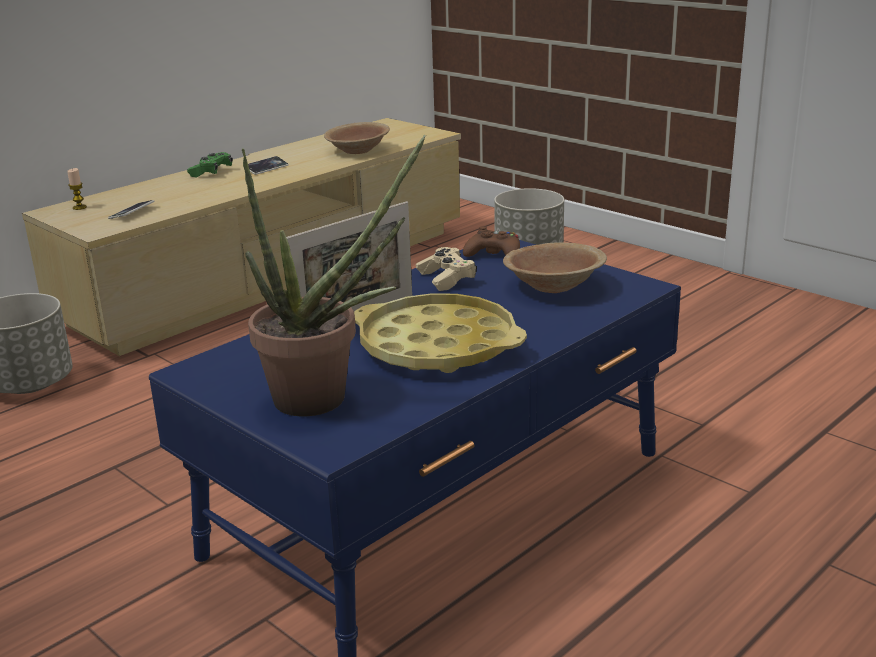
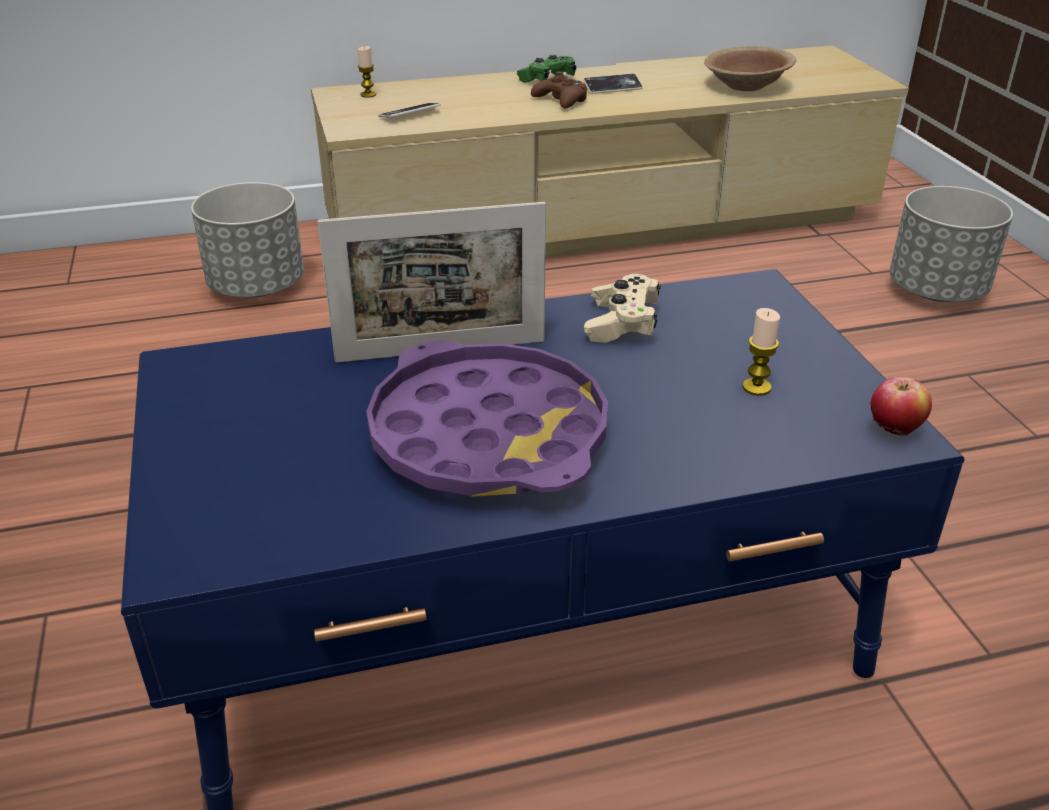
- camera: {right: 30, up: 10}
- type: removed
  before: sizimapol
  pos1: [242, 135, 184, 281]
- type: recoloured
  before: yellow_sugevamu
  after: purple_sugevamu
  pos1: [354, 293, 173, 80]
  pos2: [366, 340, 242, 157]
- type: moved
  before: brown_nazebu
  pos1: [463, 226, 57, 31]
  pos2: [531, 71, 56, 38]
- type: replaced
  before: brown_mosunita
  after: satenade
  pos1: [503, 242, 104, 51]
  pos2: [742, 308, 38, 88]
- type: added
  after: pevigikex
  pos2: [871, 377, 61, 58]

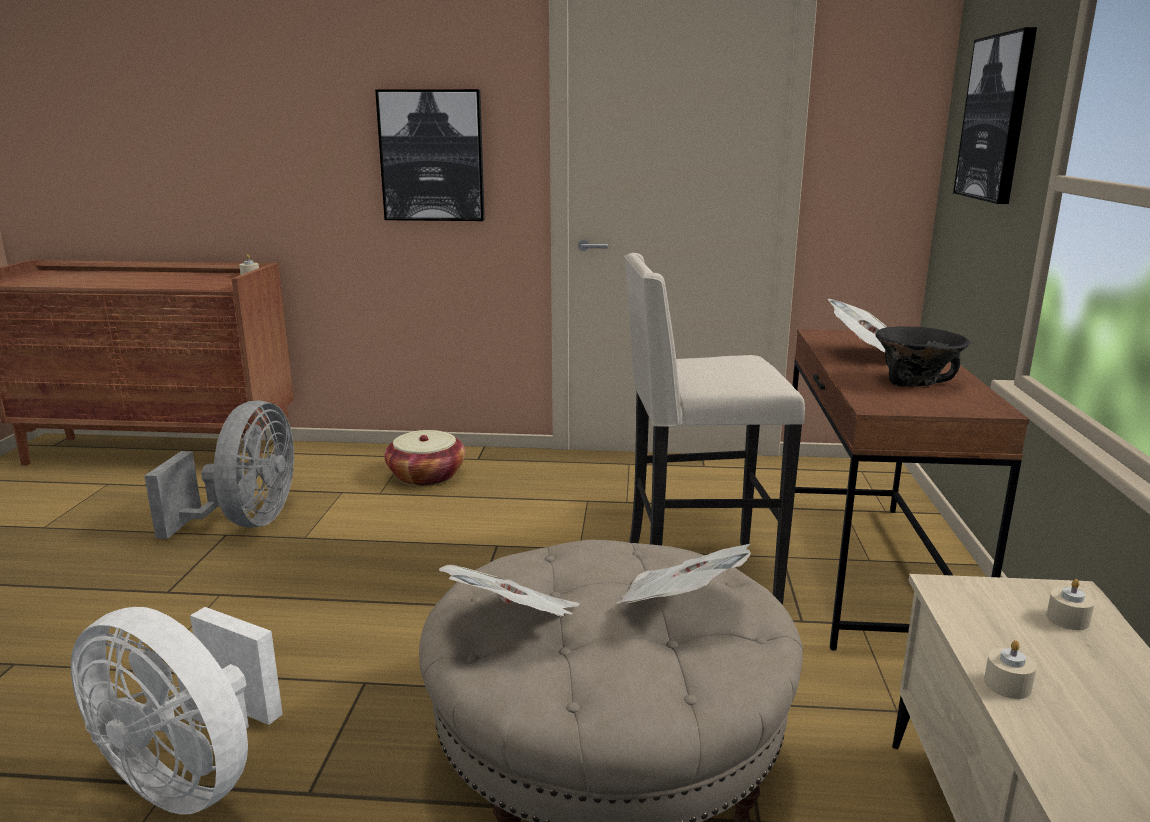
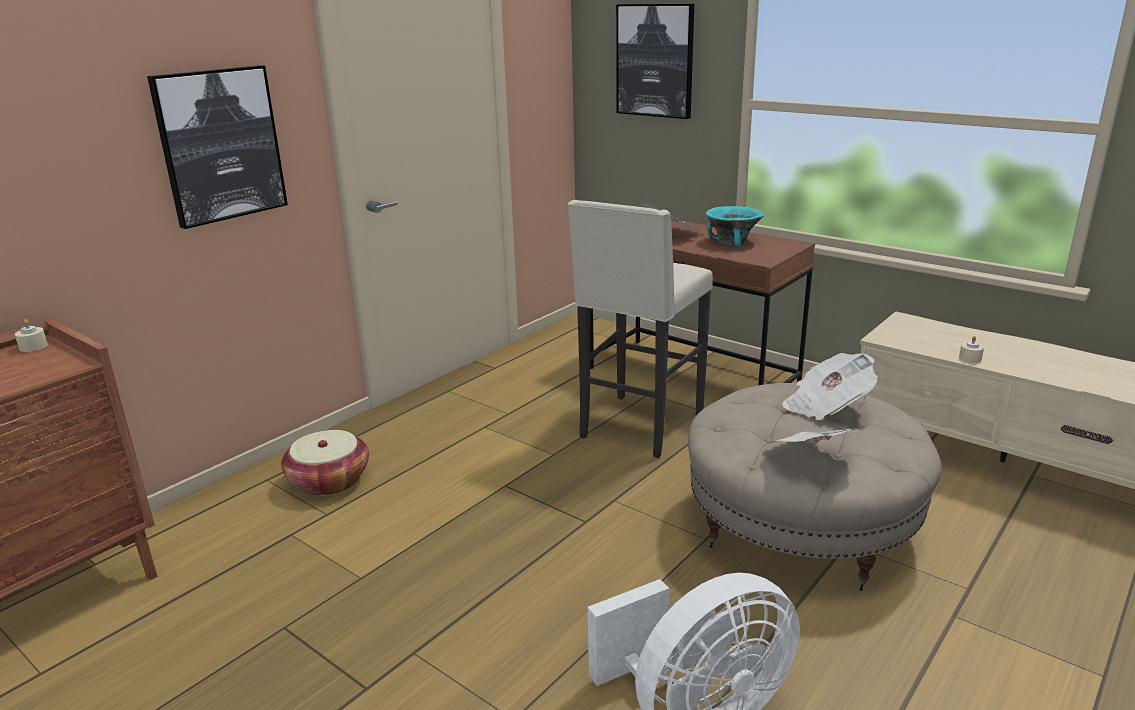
- camera: {right: -55, up: 5}
- type: removed
  before: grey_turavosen
  pos1: [144, 400, 150, 139]
- type: recoloured
  before: black_mosunita
  after: turquoise_mosunita
  pos1: [876, 326, 95, 61]
  pos2: [706, 206, 58, 41]
- type: removed
  before: beige_satenade
  pos1: [1046, 579, 49, 51]

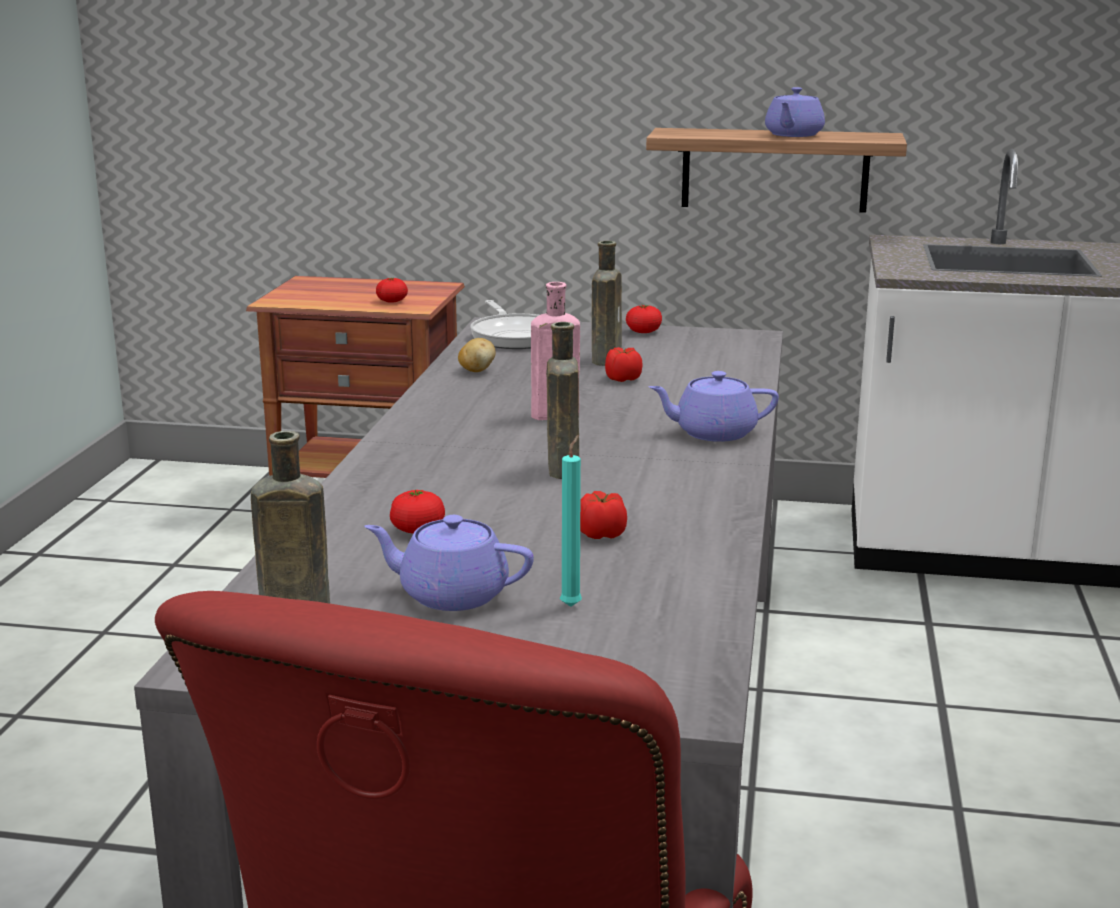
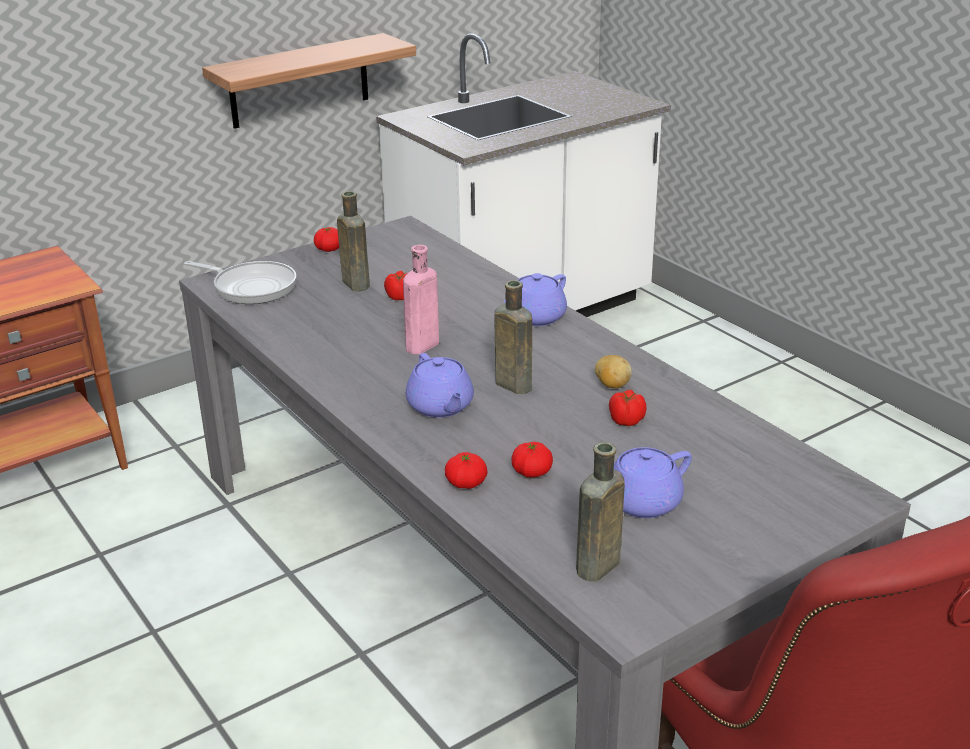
- camera: {right: -45, up: 10}
- type: moved
  before: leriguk
  pos1: [376, 277, 32, 26]
  pos2: [445, 452, 42, 37]
- type: moved
  before: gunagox
  pos1: [458, 338, 37, 34]
  pos2: [595, 355, 37, 33]
- type: removed
  before: turquoise_satenade
  pos1: [560, 435, 22, 172]
- type: moved
  before: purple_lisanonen
  pos1: [765, 87, 60, 50]
  pos2: [406, 353, 68, 65]

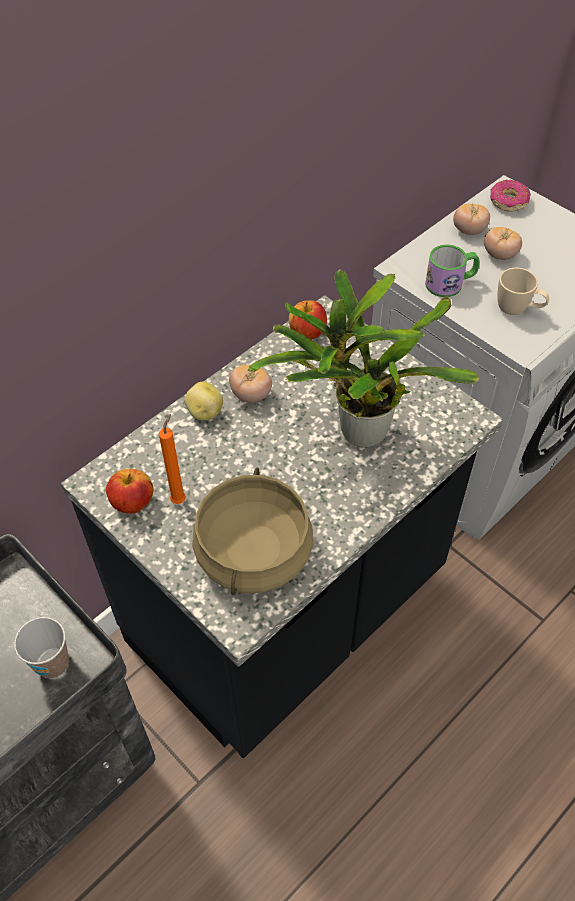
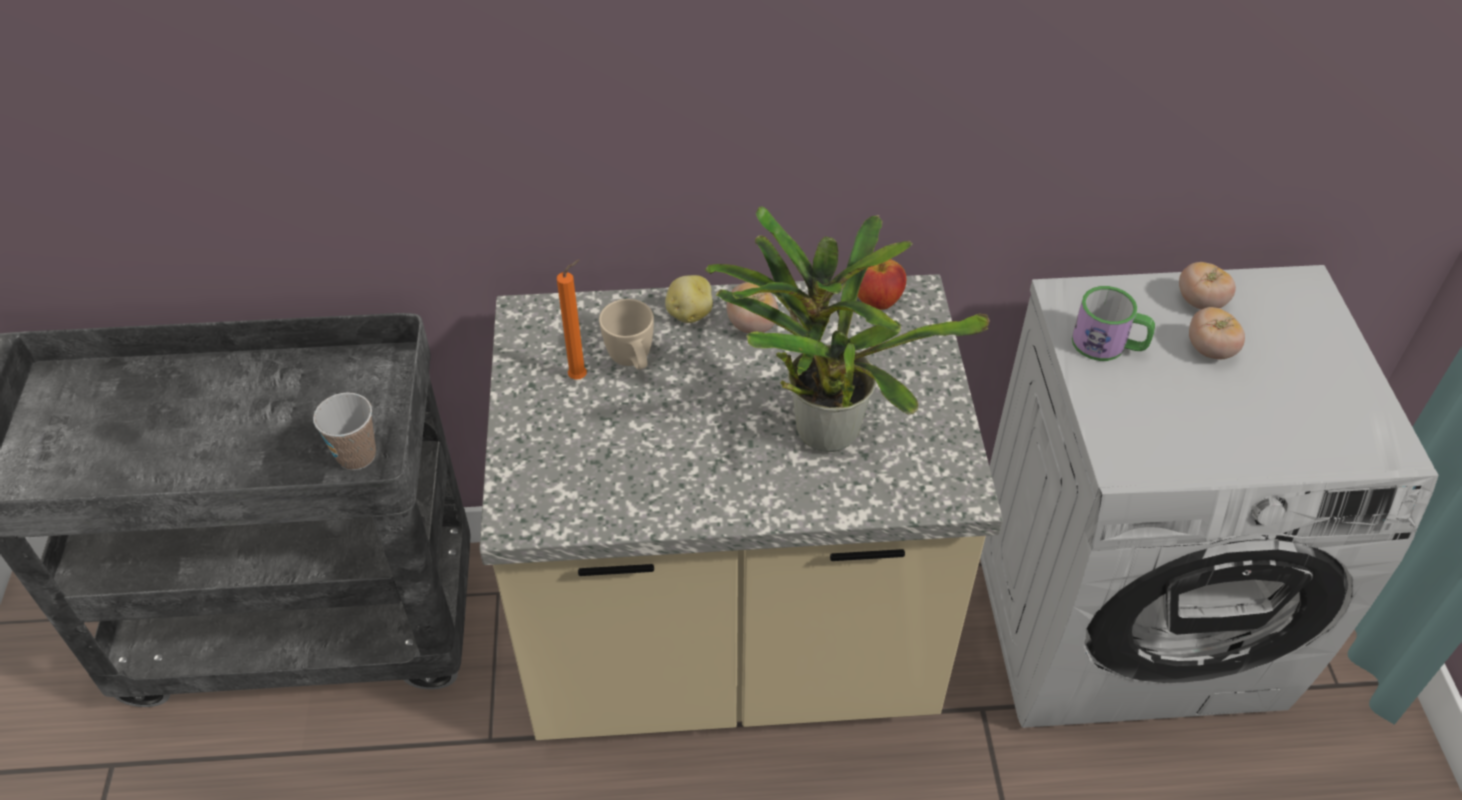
- camera: {right: 40, up: -5}
- type: recoloured
  before: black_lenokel
  after: beige_lenokel
  pos1: [61, 295, 442, 463]
  pos2: [479, 274, 524, 466]
- type: removed
  before: pevigikex
  pos1: [106, 469, 47, 45]
- type: removed
  before: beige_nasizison
  pos1: [192, 467, 121, 128]
- type: removed
  before: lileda
  pos1: [490, 180, 41, 32]
- type: moved
  before: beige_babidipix
  pos1: [498, 268, 51, 47]
  pos2: [599, 299, 55, 70]

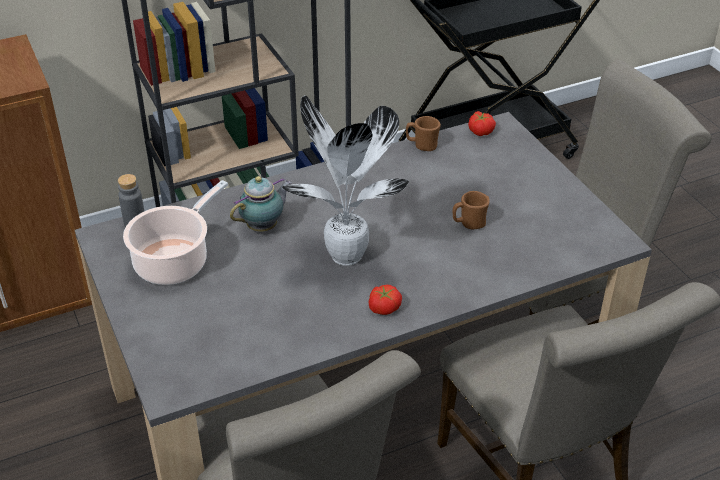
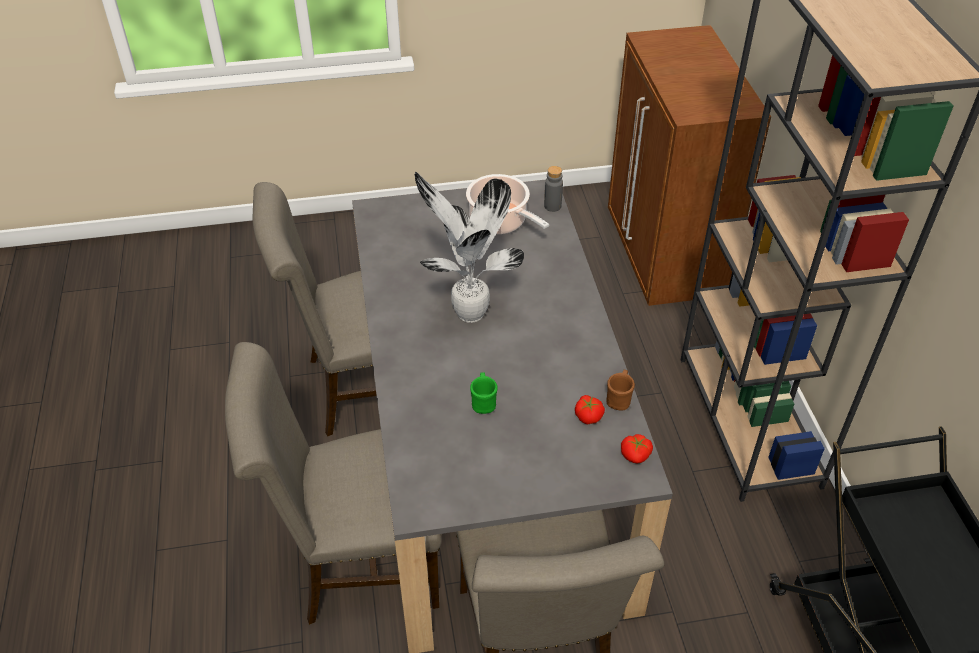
- camera: {right: 105, up: 5}
- type: removed
  before: lisanonen
  pos1: [230, 176, 62, 56]
- type: moved
  before: leriguk
  pos1: [369, 285, 33, 30]
  pos2: [575, 395, 30, 30]
- type: recoloured
  before: brown_babidipix
  after: green_babidipix
  pos1: [453, 191, 36, 38]
  pos2: [470, 372, 28, 42]

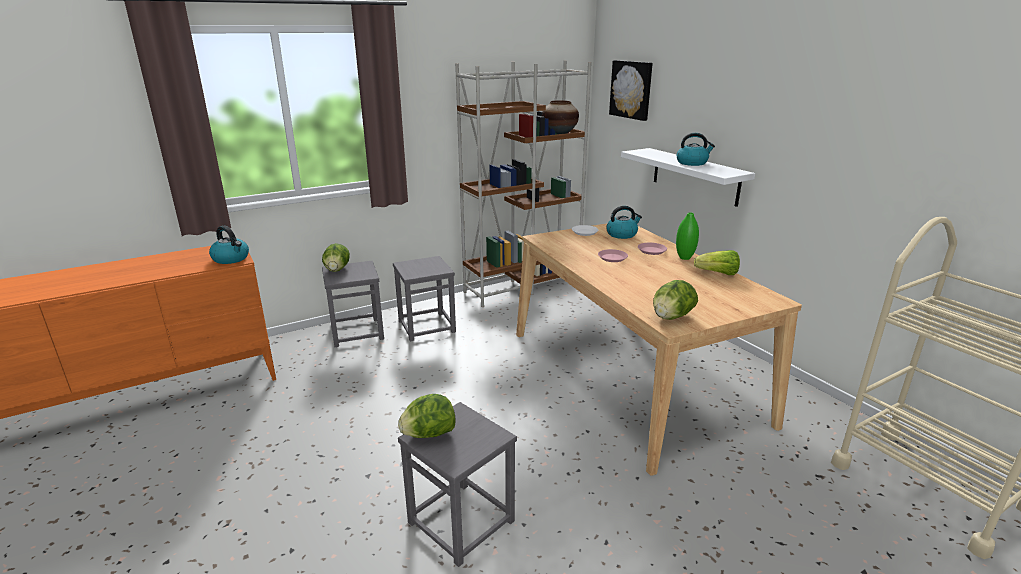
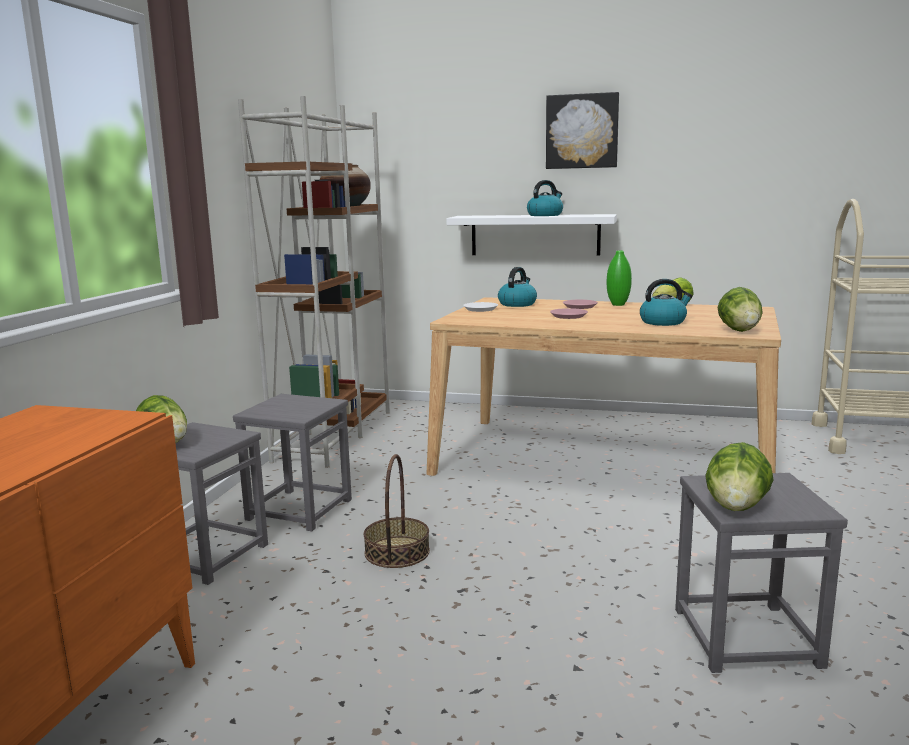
- camera: {right: -45, up: -10}
- type: moved
  before: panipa
  pos1: [209, 226, 40, 38]
  pos2: [640, 279, 52, 47]
- type: moved
  before: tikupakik
  pos1: [609, 60, 44, 61]
  pos2: [546, 92, 73, 77]
- type: added
  after: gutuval
  pos2: [363, 454, 67, 114]

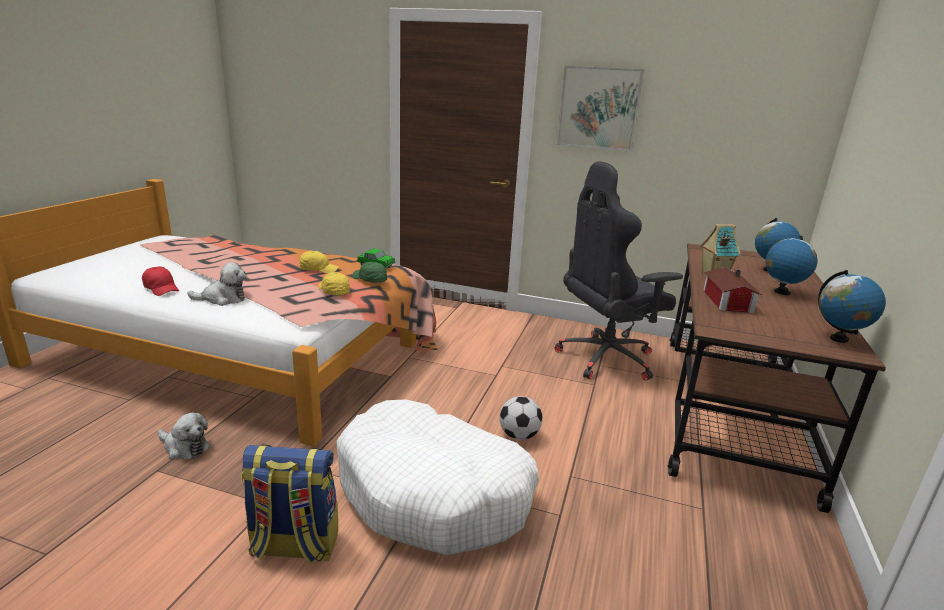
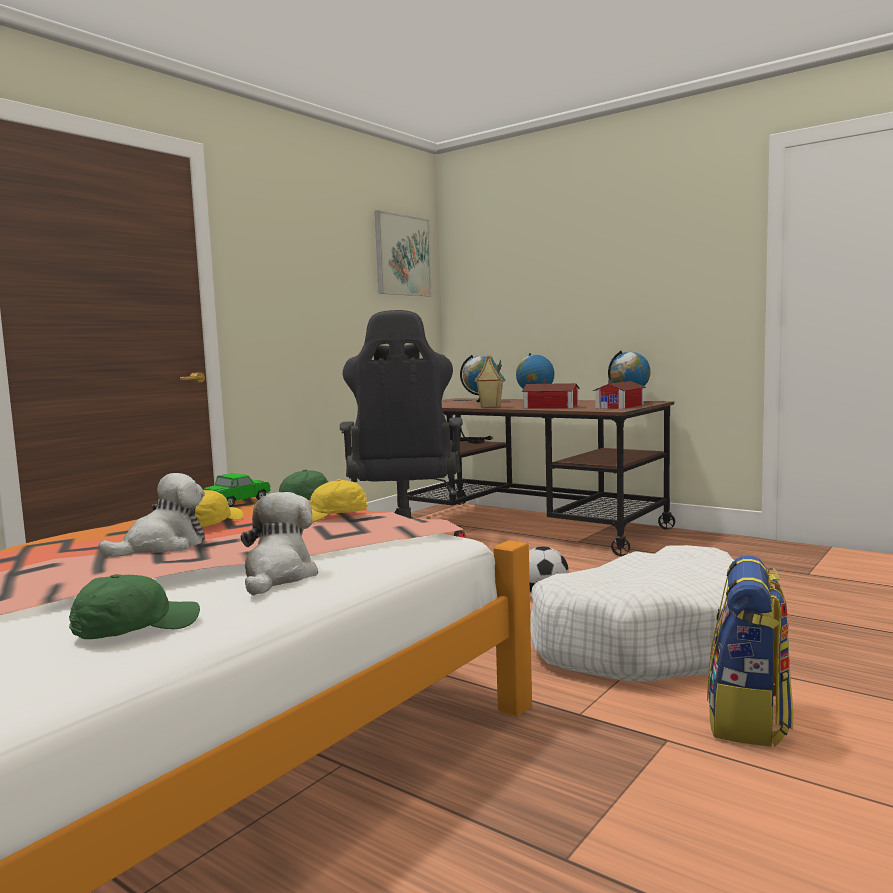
- camera: {right: -70, up: -15}
- type: recoloured
  before: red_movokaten
  after: green_movokaten
  pos1: [142, 266, 37, 30]
  pos2: [69, 574, 131, 65]
- type: moved
  before: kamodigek
  pos1: [158, 413, 52, 47]
  pos2: [98, 473, 107, 84]
- type: moved
  before: tikupakik
  pos1: [556, 66, 88, 85]
  pos2: [375, 210, 57, 86]
- type: added
  after: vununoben
  pos2: [593, 379, 53, 30]

